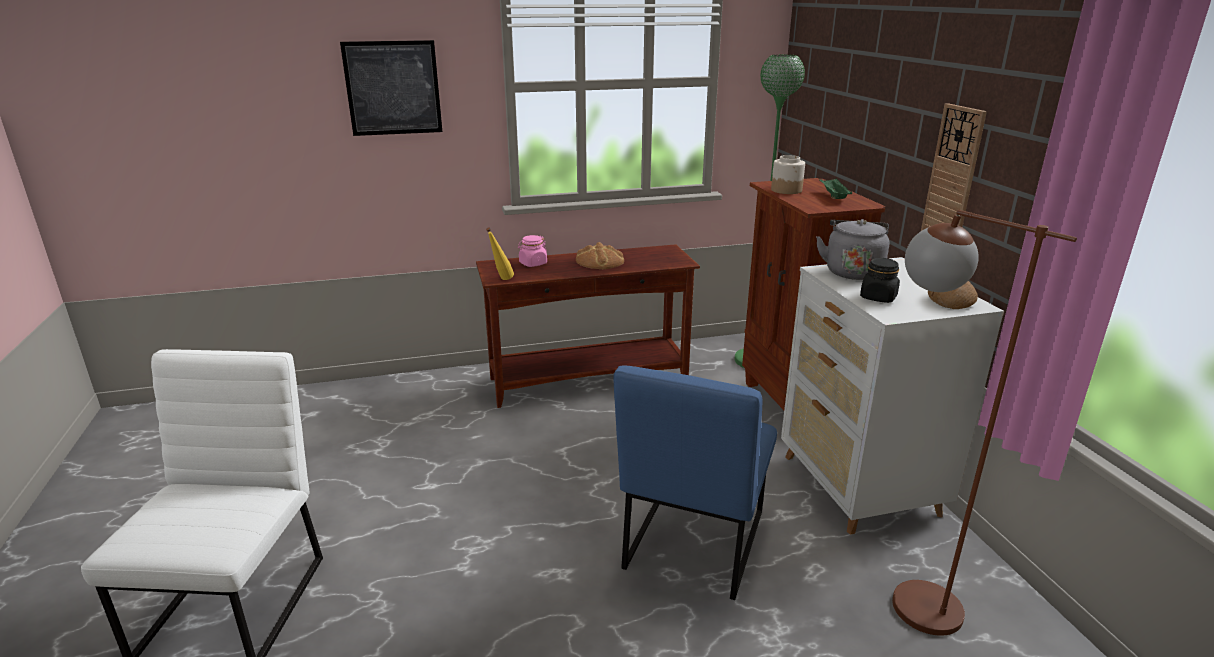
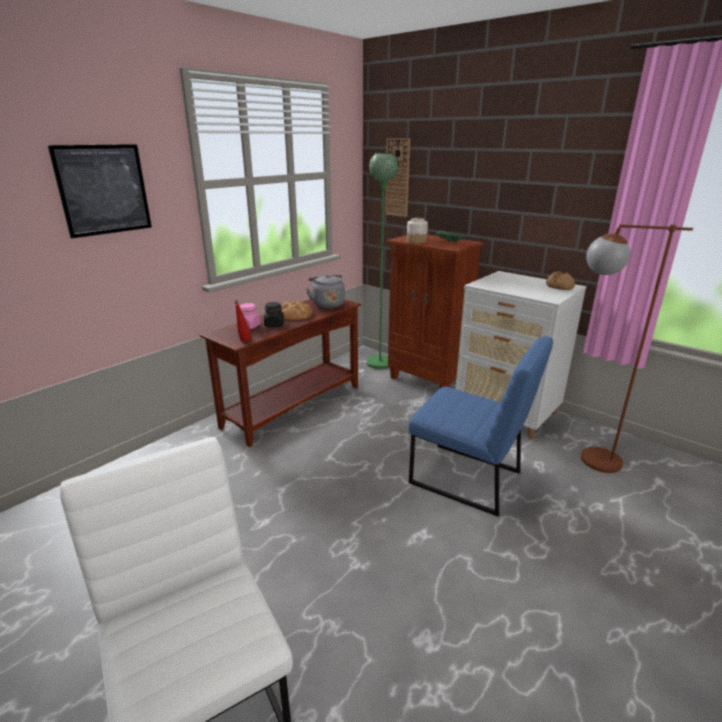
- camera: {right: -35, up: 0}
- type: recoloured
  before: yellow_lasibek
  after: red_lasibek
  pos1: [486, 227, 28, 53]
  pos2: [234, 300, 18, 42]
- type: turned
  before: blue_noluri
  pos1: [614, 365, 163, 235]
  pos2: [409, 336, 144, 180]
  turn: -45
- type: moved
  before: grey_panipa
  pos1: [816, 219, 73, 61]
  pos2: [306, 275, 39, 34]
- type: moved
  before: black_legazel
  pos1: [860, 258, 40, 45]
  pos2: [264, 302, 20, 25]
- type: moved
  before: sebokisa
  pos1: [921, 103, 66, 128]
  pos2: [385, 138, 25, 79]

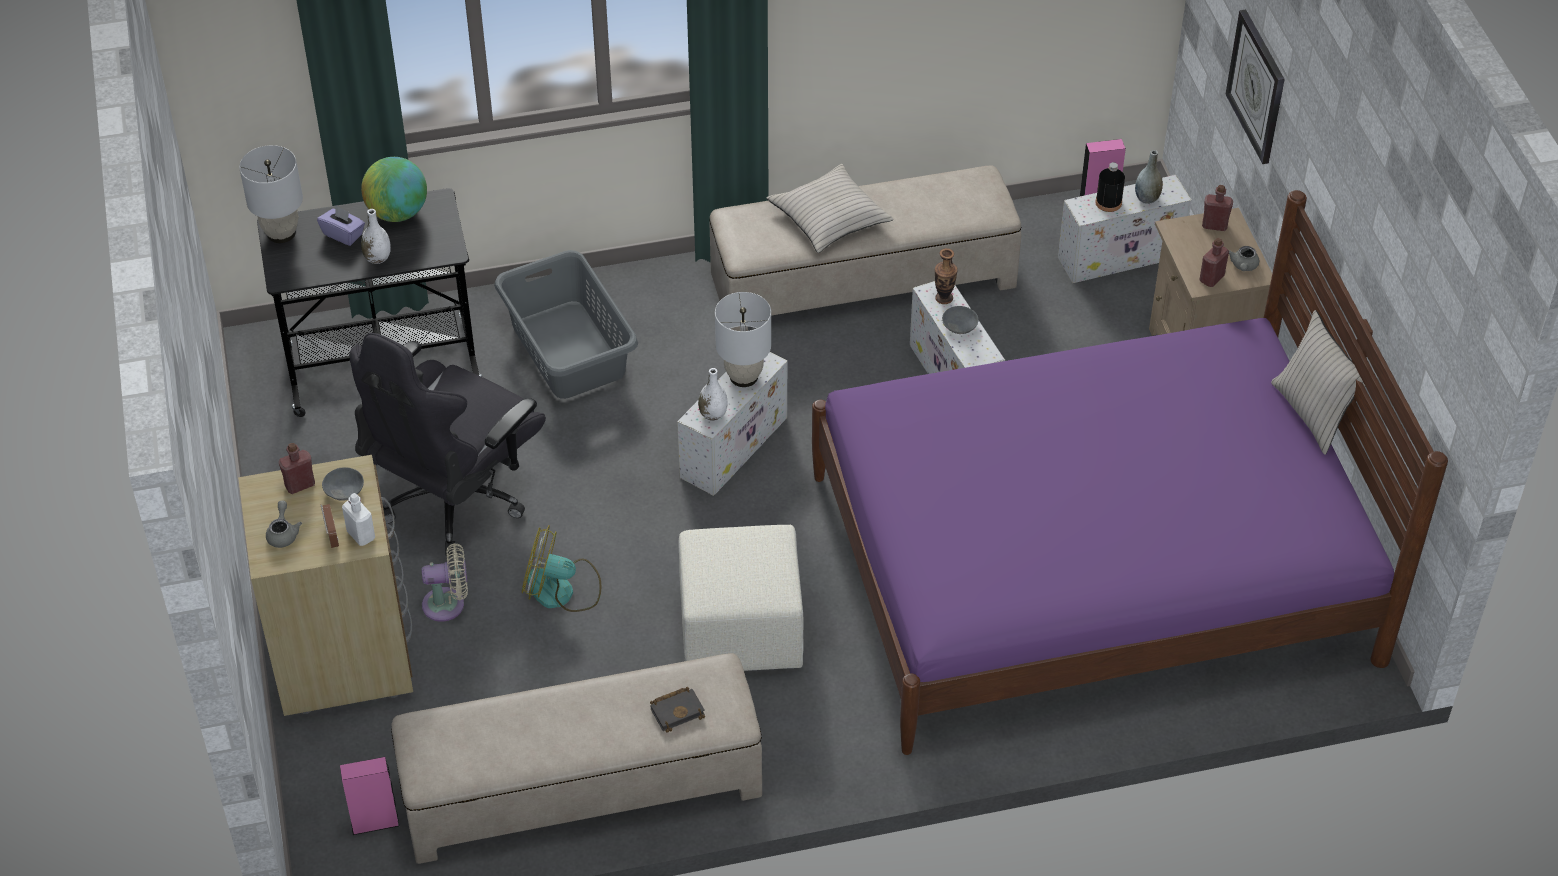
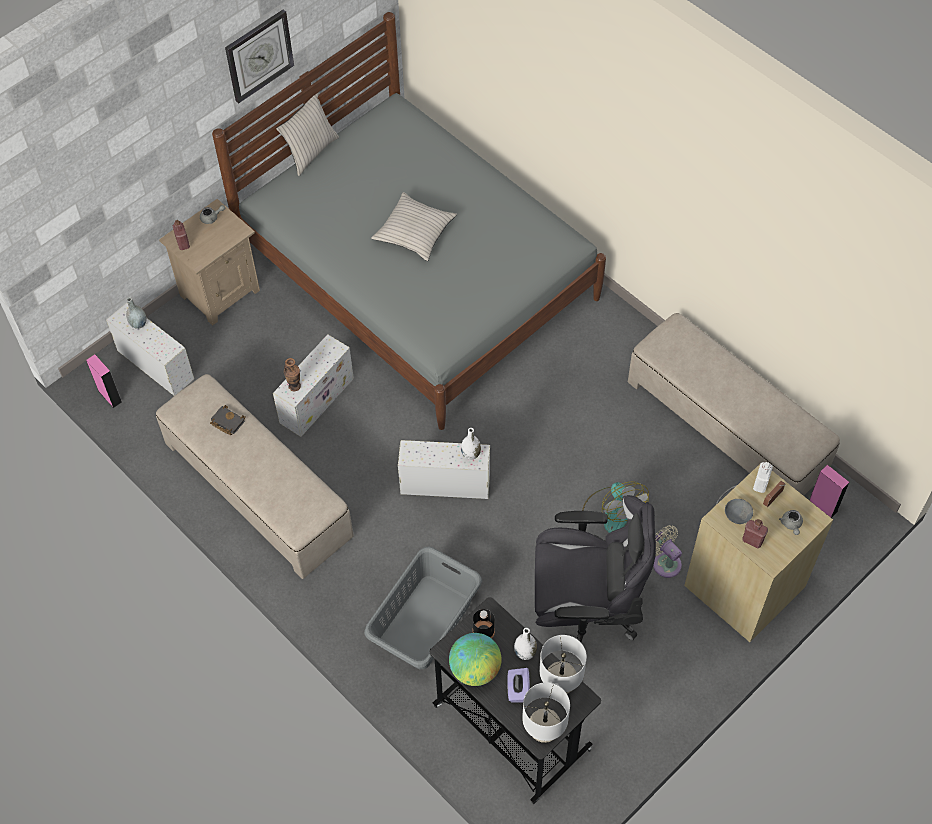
- camera: {right: -120, up: 10}
- type: turned
  before: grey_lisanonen
  pos1: [266, 500, 36, 48]
  pos2: [779, 510, 24, 25]
  turn: -60
- type: moved
  before: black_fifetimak
  pos1: [650, 687, 55, 46]
  pos2: [210, 405, 36, 30]
- type: removed
  before: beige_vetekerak
  pos1: [678, 525, 126, 146]
- type: moved
  before: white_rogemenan
  pos1: [715, 292, 56, 95]
  pos2: [539, 635, 48, 59]
- type: moved
  before: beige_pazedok
  pos1: [766, 164, 127, 89]
  pos2: [371, 192, 86, 69]
- type: recoloured
  before: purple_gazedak
  after: grey_gazedak
  pos1: [812, 190, 636, 565]
  pos2: [212, 12, 394, 418]
- type: removed
  before: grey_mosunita
  pos1: [942, 306, 37, 28]
- type: moved
  before: black_lasibek
  pos1: [1096, 162, 29, 50]
  pos2: [473, 609, 22, 30]
- type: removed
  before: red_lasibek
  pos1: [1199, 238, 30, 49]
- type: moved
  before: sebokisa
  pos1: [1225, 10, 60, 154]
  pos2: [225, 10, 69, 94]

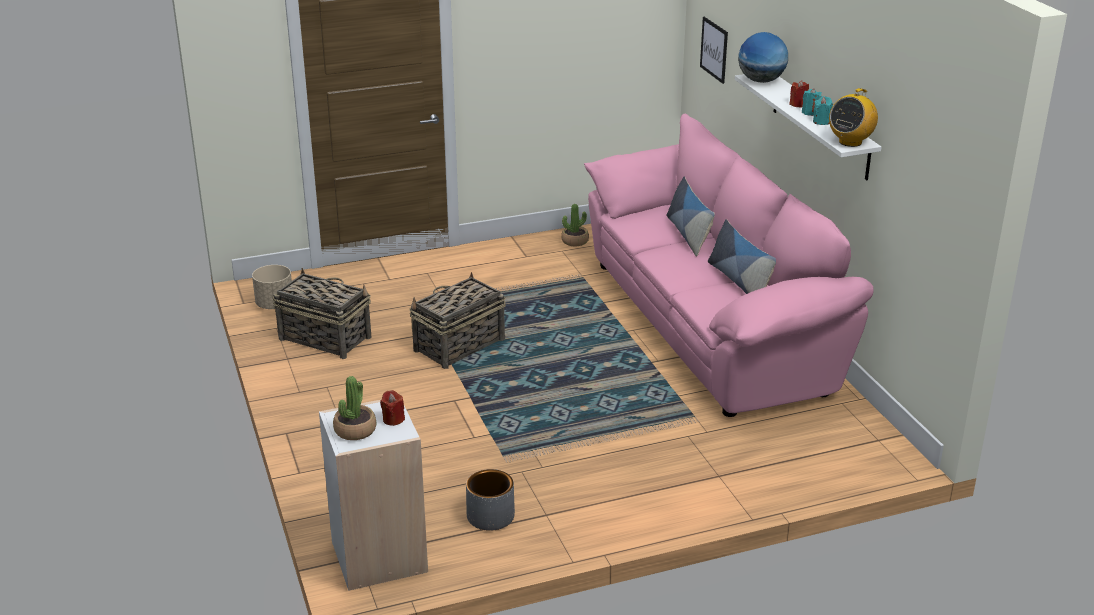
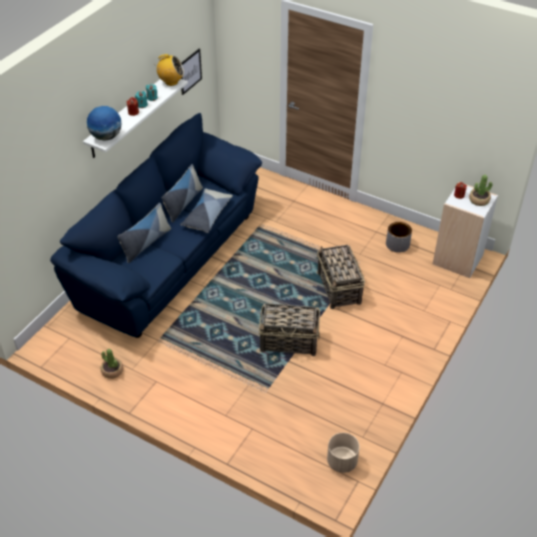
- camera: {right: -130, up: 15}
- type: moved
  before: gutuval
  pos1: [273, 268, 98, 91]
  pos2: [317, 245, 48, 64]
- type: recoloured
  before: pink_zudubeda
  after: blue_zudubeda
  pos1: [584, 114, 290, 303]
  pos2: [50, 113, 212, 225]
- type: moved
  before: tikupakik
  pos1: [700, 17, 28, 67]
  pos2: [181, 49, 21, 46]
- type: added
  after: pazedok
  pos2: [180, 188, 53, 45]

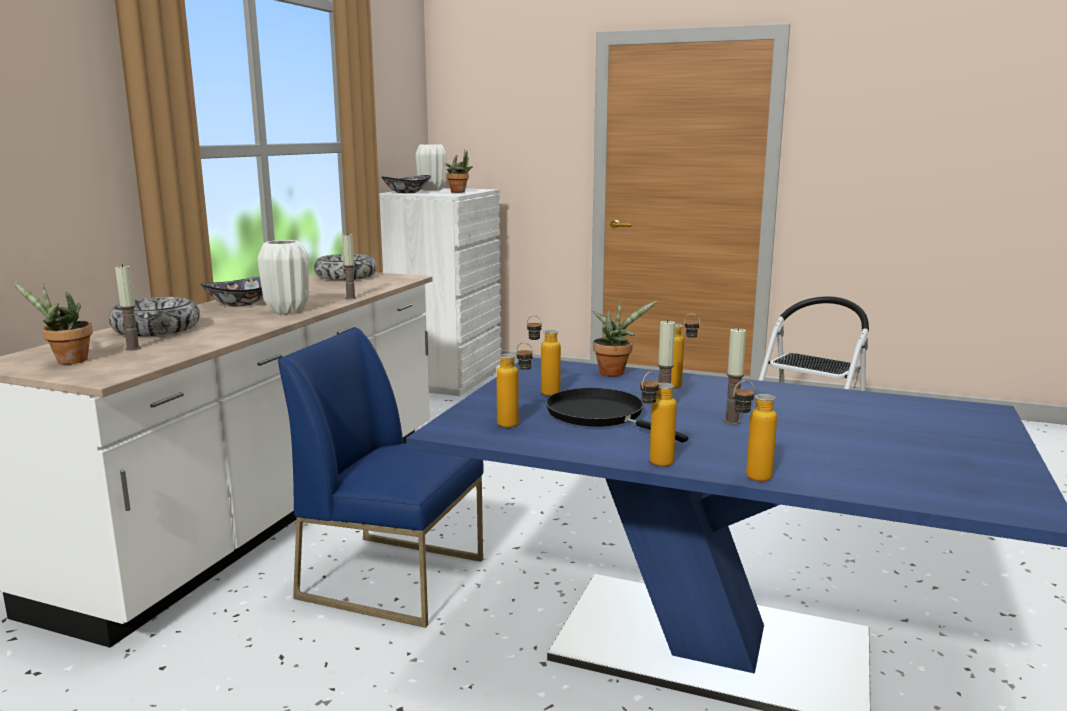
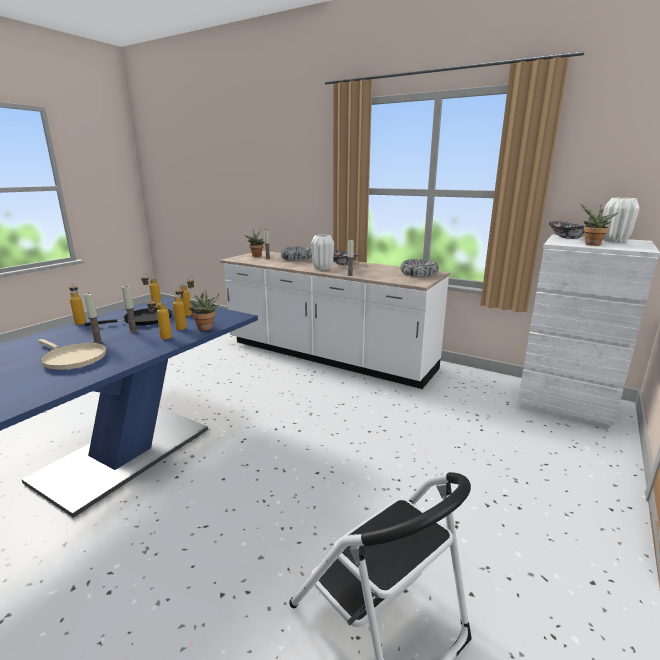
- camera: {right: 100, up: 5}
- type: removed
  before: blue_noluri
  pos1: [278, 328, 206, 300]
- type: moved
  before: lasibek
  pos1: [733, 380, 44, 101]
  pos2: [173, 286, 14, 44]
- type: added
  after: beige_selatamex
  pos2: [38, 339, 68, 31]

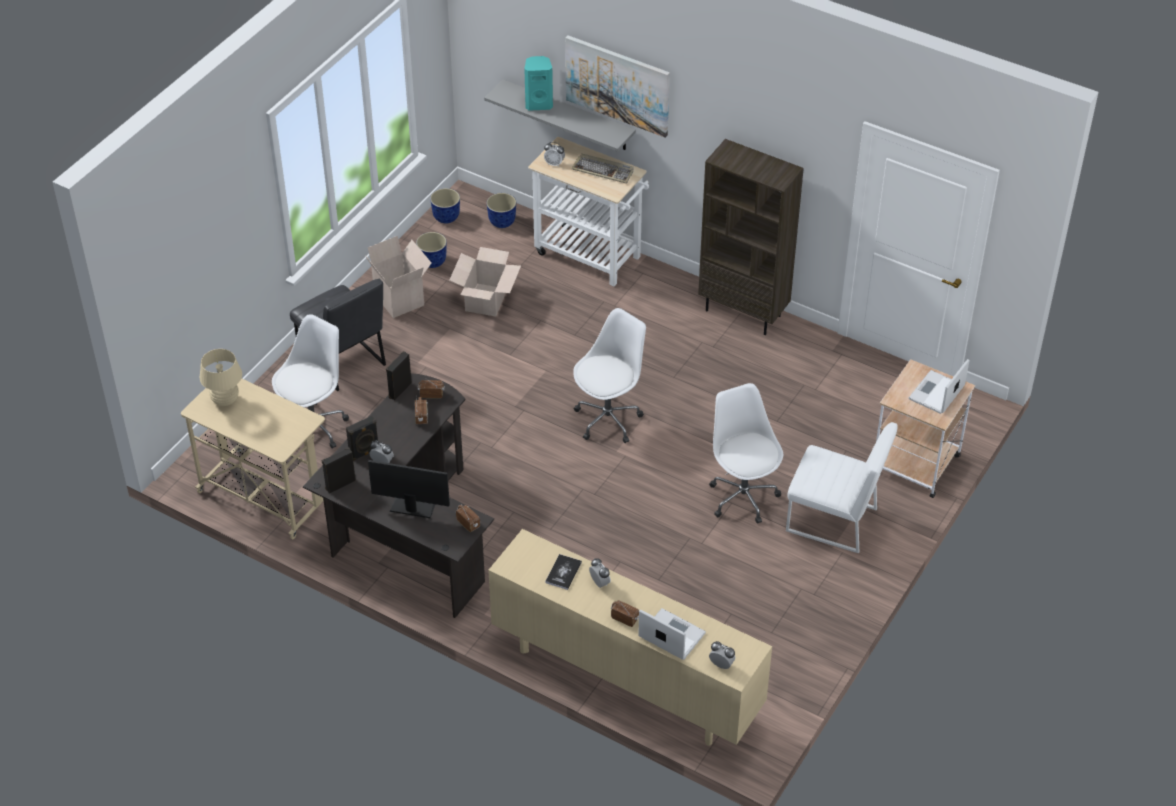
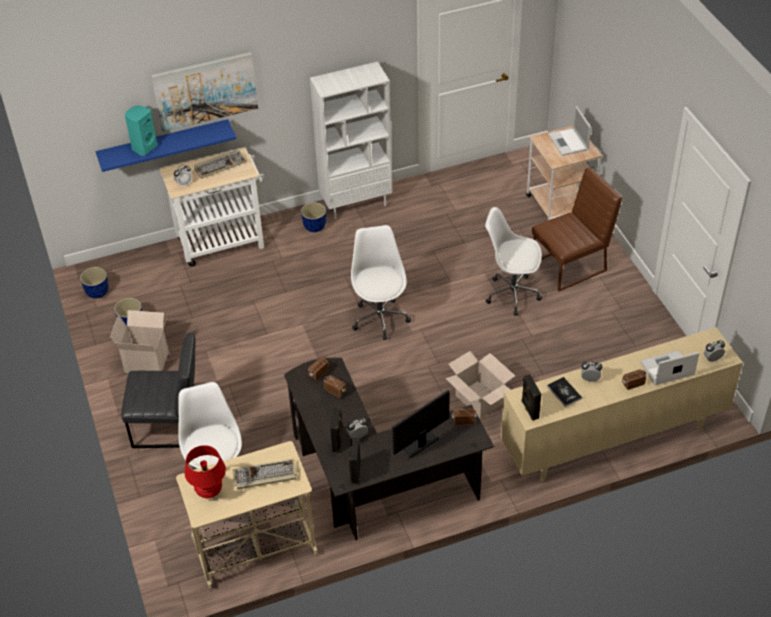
- camera: {right: -50, up: 0}
- type: recoloured
  before: beige_rogemenan
  after: red_rogemenan
  pos1: [200, 349, 42, 57]
  pos2: [185, 445, 41, 53]
- type: moved
  before: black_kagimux
  pos1: [386, 351, 26, 49]
  pos2: [522, 375, 19, 46]
- type: moved
  before: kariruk
  pos1: [449, 247, 72, 70]
  pos2: [445, 351, 70, 67]
- type: recoloured
  before: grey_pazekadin
  after: blue_pazekadin
  pos1: [484, 80, 152, 72]
  pos2: [95, 119, 141, 53]
- type: moved
  before: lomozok
  pos1: [487, 193, 29, 35]
  pos2: [301, 202, 25, 30]
- type: recoloured
  before: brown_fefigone
  after: white_fefigone
  pos1: [698, 139, 106, 196]
  pos2: [310, 62, 82, 157]
- type: recoloured
  before: white_noluri
  after: brown_noluri
  pos1: [786, 422, 112, 131]
  pos2: [532, 167, 90, 125]
- type: added
  after: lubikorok
  pos2: [233, 459, 64, 31]

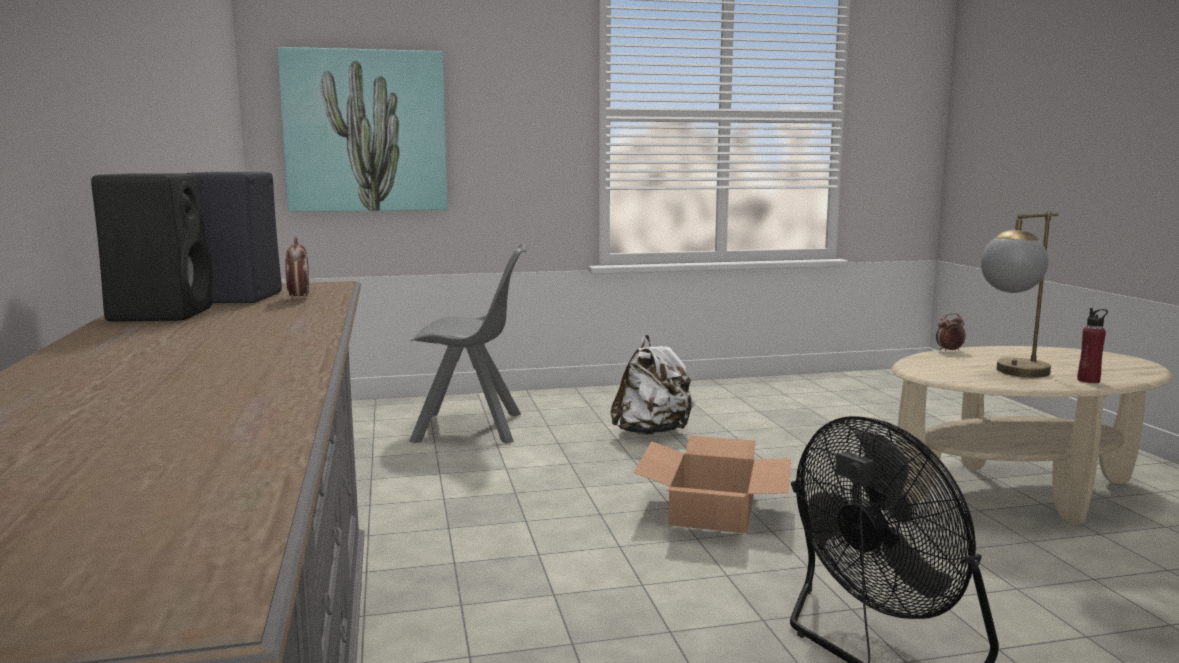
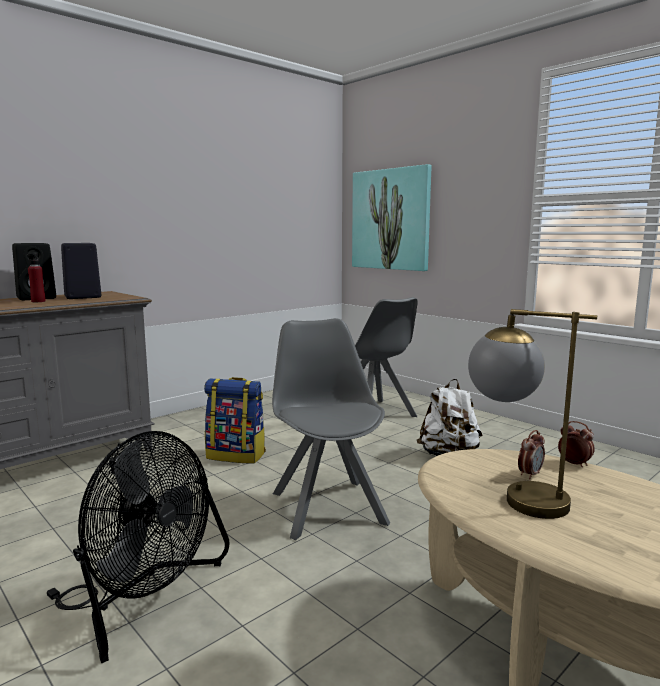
- camera: {right: 60, up: 0}
- type: moved
  before: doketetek
  pos1: [285, 236, 24, 64]
  pos2: [518, 430, 27, 49]
- type: replaced
  before: kariruk
  after: grey_noluri
  pos1: [634, 436, 157, 97]
  pos2: [272, 318, 118, 222]
- type: moved
  before: red_lasibek
  pos1: [1077, 308, 31, 75]
  pos2: [27, 254, 19, 48]
- type: added
  after: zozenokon
  pos2: [204, 377, 62, 87]

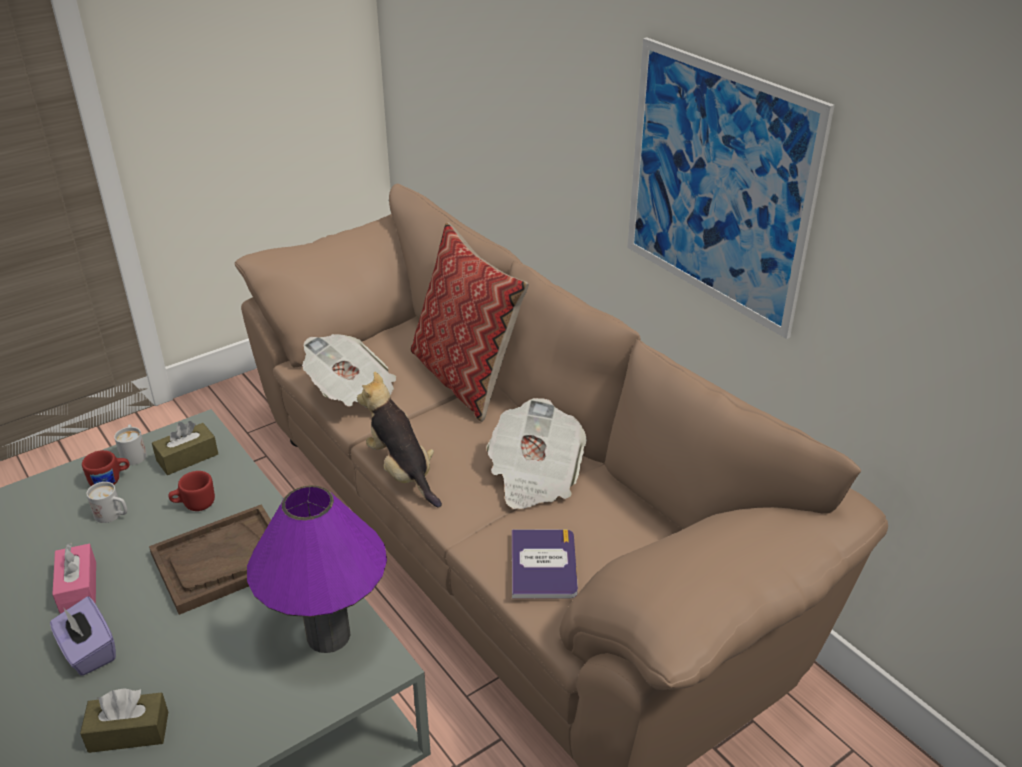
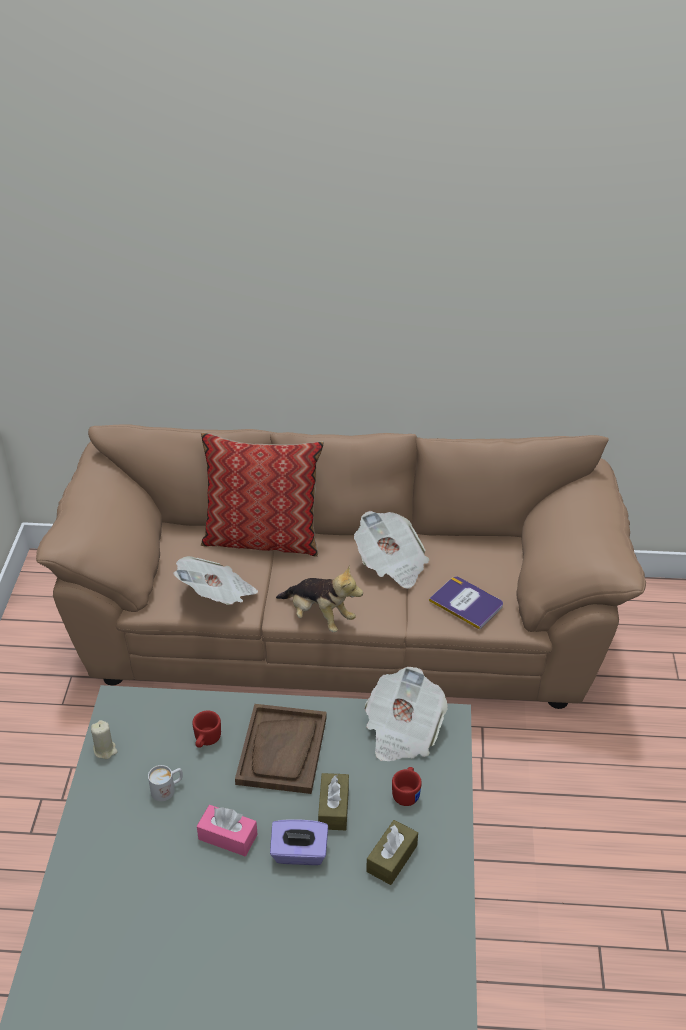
- camera: {right: -50, up: 5}
- type: moved
  before: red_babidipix
  pos1: [82, 450, 48, 36]
  pos2: [392, 767, 30, 39]
- type: replaced
  before: white_babidipix
  after: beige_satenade
  pos1: [114, 425, 33, 40]
  pos2: [91, 720, 27, 39]
- type: moved
  before: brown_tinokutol
  pos1: [152, 421, 66, 54]
  pos2: [318, 773, 31, 57]
- type: replaced
  before: purple_rogemenan
  after: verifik
  pos1: [247, 485, 140, 168]
  pos2: [365, 667, 83, 94]
- type: turned
  before: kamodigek
  pos1: [357, 371, 85, 137]
  pos2: [276, 565, 87, 67]
  turn: -150
- type: removed
  before: tikupakik
  pos1: [627, 37, 208, 302]

